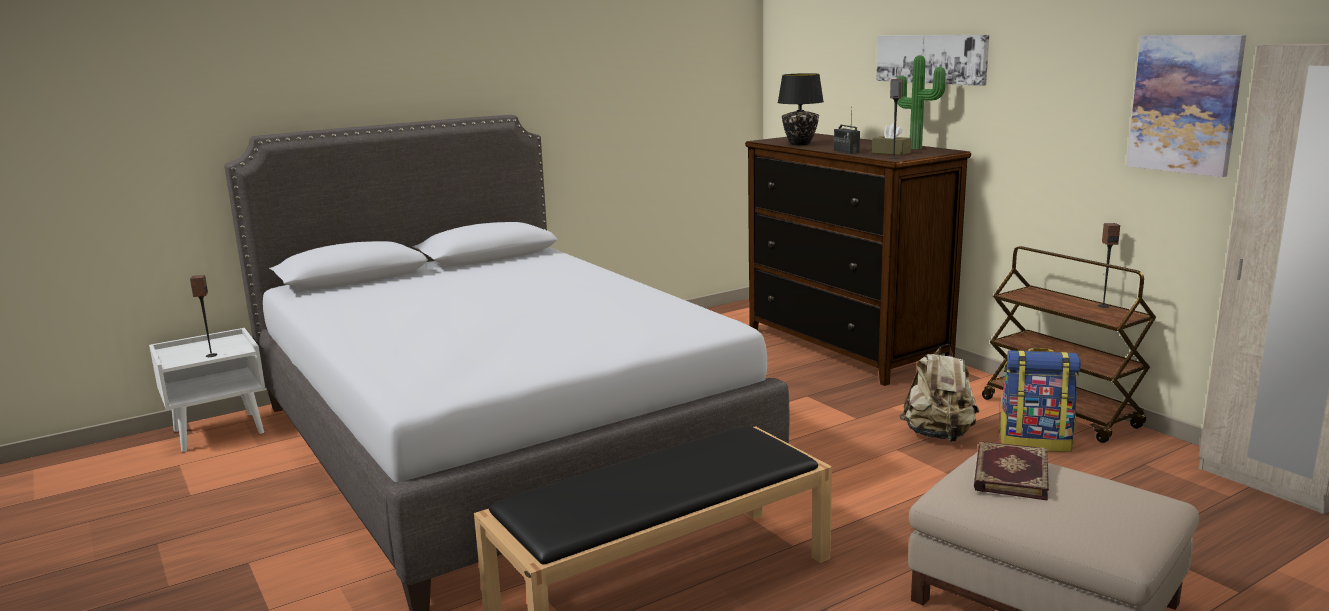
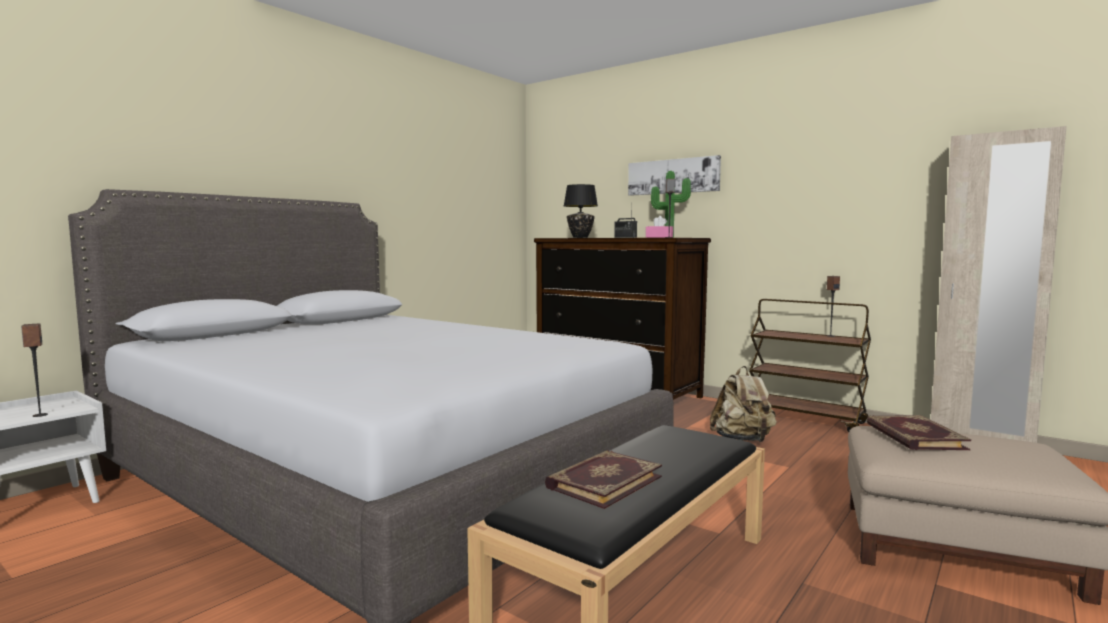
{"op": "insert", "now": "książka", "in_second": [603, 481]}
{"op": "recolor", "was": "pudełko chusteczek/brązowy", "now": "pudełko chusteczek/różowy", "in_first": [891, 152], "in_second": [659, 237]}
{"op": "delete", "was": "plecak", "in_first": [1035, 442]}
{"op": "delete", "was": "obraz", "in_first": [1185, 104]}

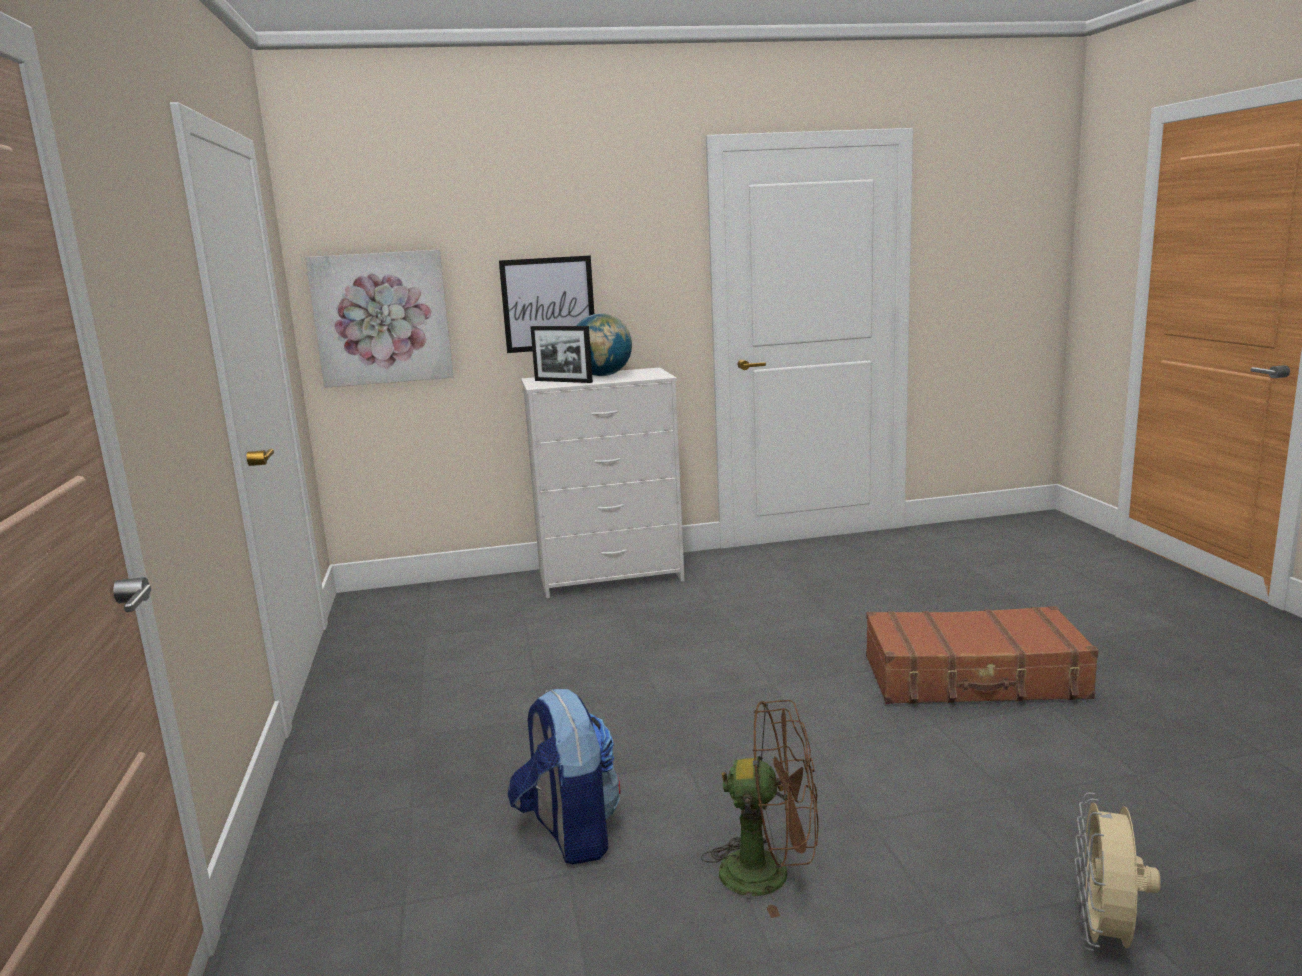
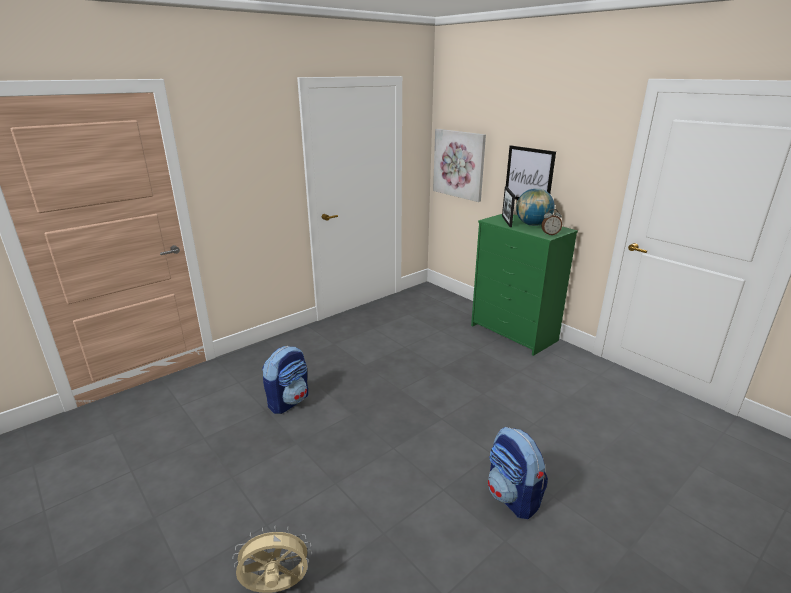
{"op": "recolor", "was": "komoda/biały", "now": "komoda/zielony", "in_first": [611, 576], "in_second": [514, 333]}
{"op": "replace", "was": "walizka/brązowy", "now": "plecak", "in_first": [974, 678], "in_second": [513, 497]}
{"op": "insert", "now": "budzik", "in_second": [550, 234]}
{"op": "delete", "was": "wentylator/brązowy", "in_first": [770, 873]}

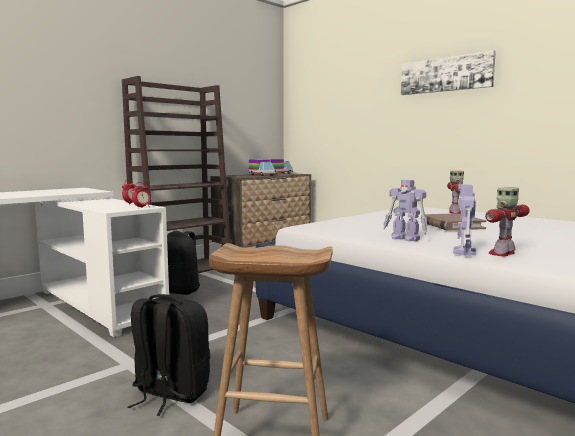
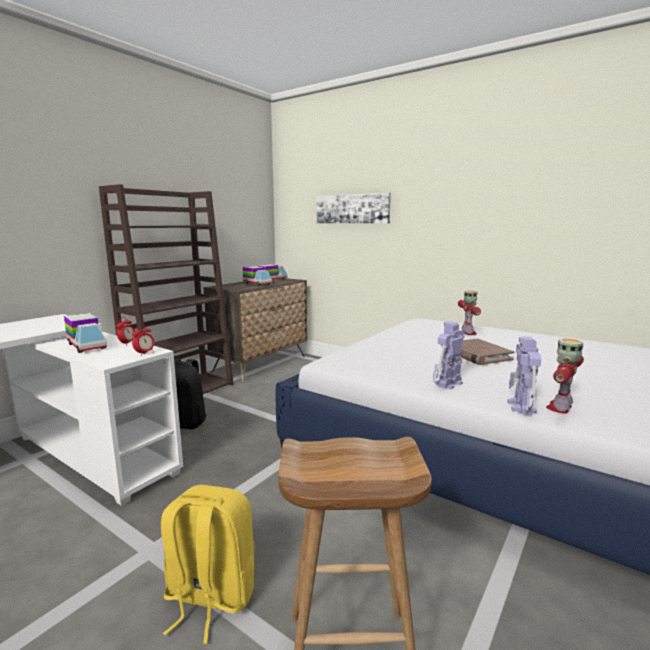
{"op": "insert", "now": "ciężarówka zabawkowa", "in_second": [86, 345]}
{"op": "recolor", "was": "plecak/czarny", "now": "plecak/żółty", "in_first": [169, 393], "in_second": [209, 597]}
{"op": "move", "was": "obraz", "in_first": [445, 74], "in_second": [352, 209]}
{"op": "rotate", "was": "robot zabawkowy", "in_first": [405, 239], "in_second": [448, 383], "clockwise": 105}

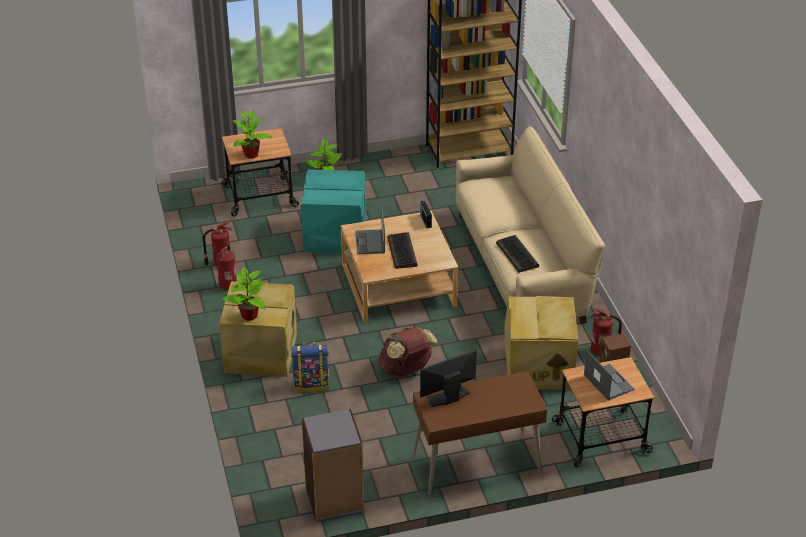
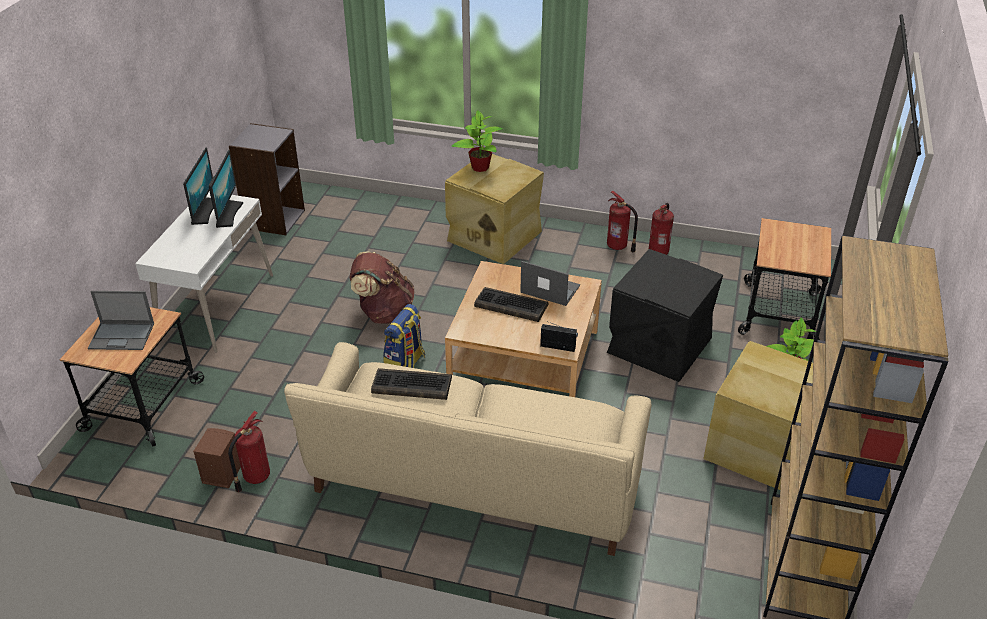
{"op": "recolor", "was": "biurko/brązowy", "now": "biurko/biały", "in_first": [476, 464], "in_second": [216, 307]}
{"op": "insert", "now": "monitor", "in_second": [204, 211]}
{"op": "move", "was": "plecak", "in_first": [311, 384], "in_second": [405, 365]}
{"op": "recolor", "was": "pojemnik do przechowywania/turkusowy", "now": "pojemnik do przechowywania/czarny", "in_first": [335, 235], "in_second": [658, 345]}
{"op": "move", "was": "pojemnik do przechowywania/beżowy", "in_first": [537, 368], "in_second": [760, 446]}
{"op": "delete", "was": "roślina doniczkowa", "in_first": [251, 155]}

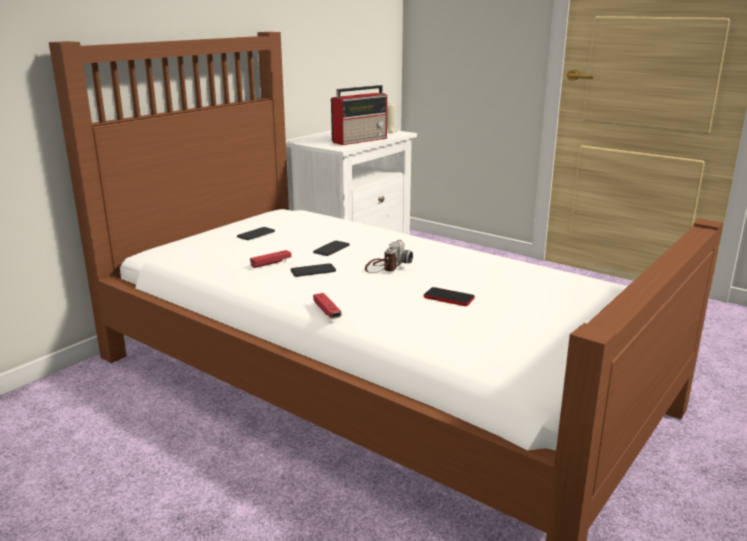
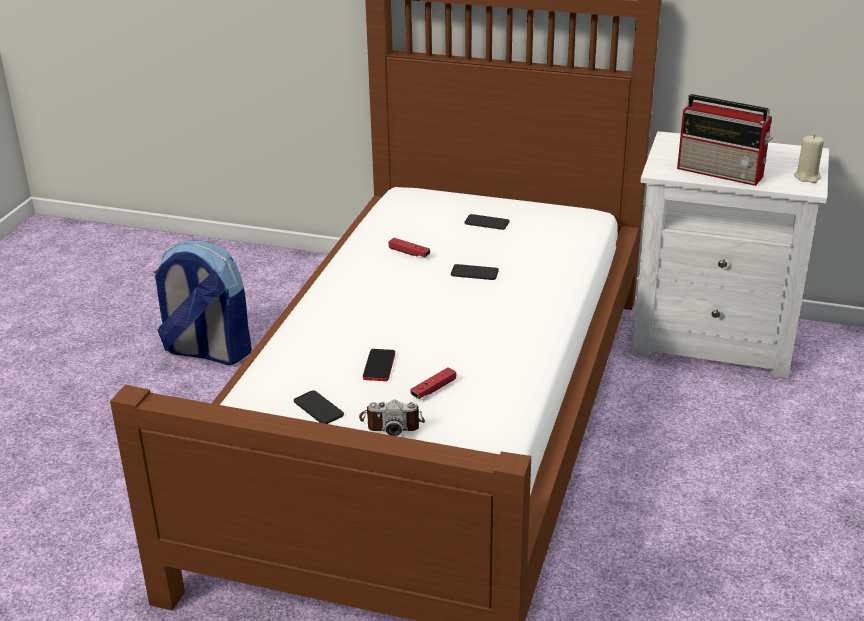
{"op": "insert", "now": "plecak", "in_second": [207, 351]}
{"op": "move", "was": "telefon", "in_first": [313, 271], "in_second": [318, 408]}
{"op": "move", "was": "aparat fotograficzny", "in_first": [386, 266], "in_second": [392, 422]}
{"op": "move", "was": "pad do gier/czerwony", "in_first": [327, 311], "in_second": [433, 389]}

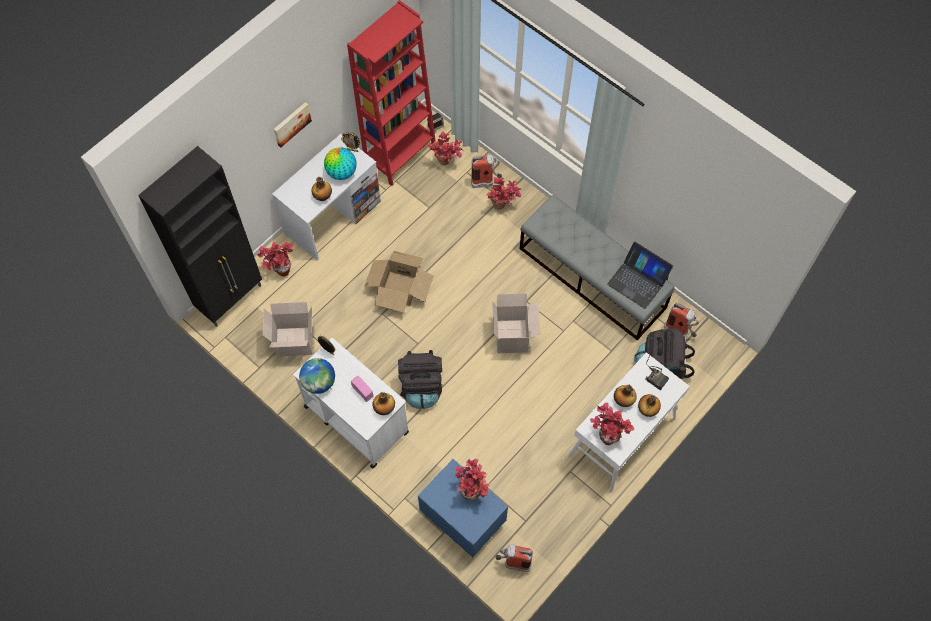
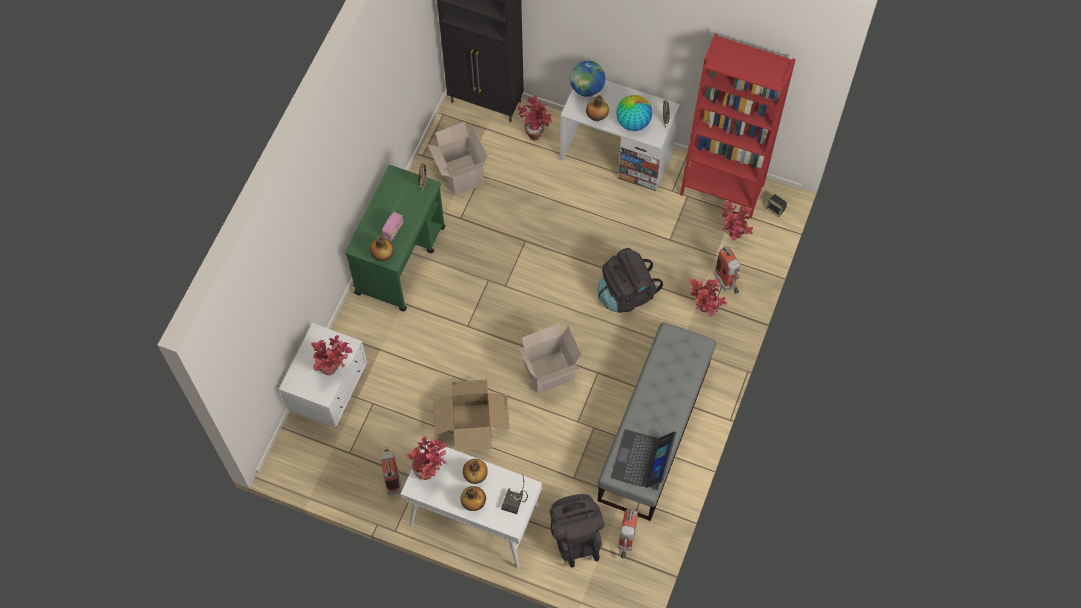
{"op": "recolor", "was": "szafka nocna/niebieski", "now": "szafka nocna/biały", "in_first": [462, 520], "in_second": [330, 393]}
{"op": "recolor", "was": "wózek/biały", "now": "wózek/zielony", "in_first": [355, 419], "in_second": [401, 259]}
{"op": "move", "was": "gaśnica", "in_first": [512, 563], "in_second": [392, 477]}
{"op": "move", "was": "karton", "in_first": [399, 288], "in_second": [472, 421]}
{"op": "move", "was": "globus", "in_first": [319, 382], "in_second": [587, 88]}
{"op": "move", "was": "plecak/czarny", "in_first": [421, 386], "in_second": [626, 294]}
{"op": "delete", "was": "obraz", "in_first": [291, 123]}

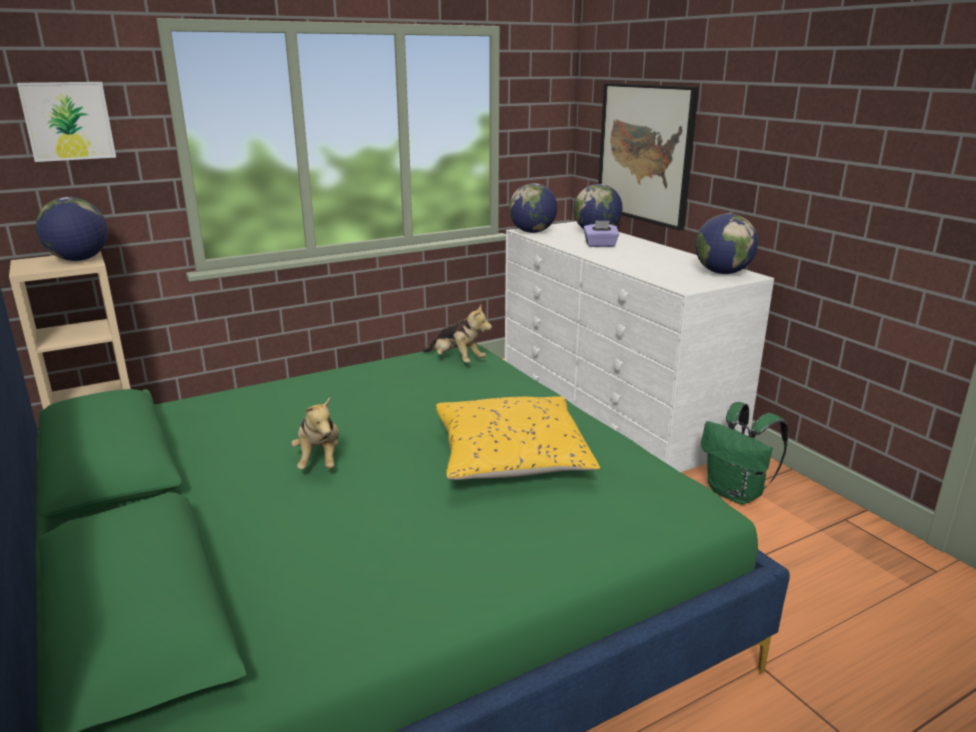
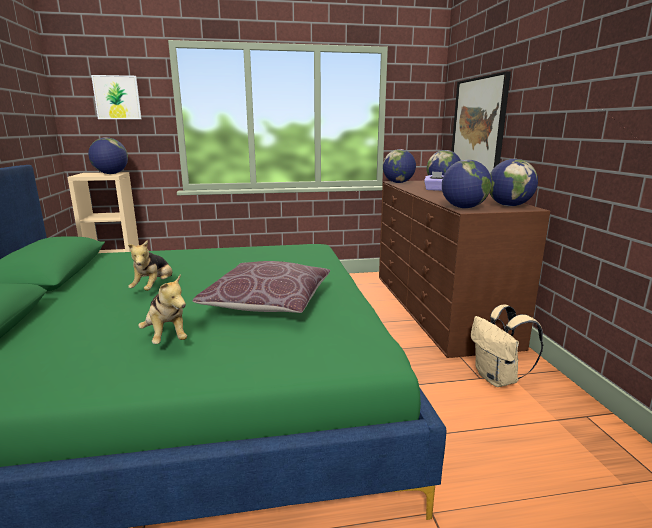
{"op": "move", "was": "pluszak", "in_first": [456, 361], "in_second": [166, 337]}
{"op": "recolor", "was": "poduszka/żółty", "now": "poduszka/brązowy", "in_first": [511, 458], "in_second": [268, 303]}
{"op": "recolor", "was": "komoda/biały", "now": "komoda/brązowy", "in_first": [612, 405], "in_second": [439, 307]}
{"op": "insert", "now": "globus", "in_second": [463, 208]}
{"op": "recolor", "was": "plecak/zielony", "now": "plecak/beżowy", "in_first": [736, 493], "in_second": [498, 379]}

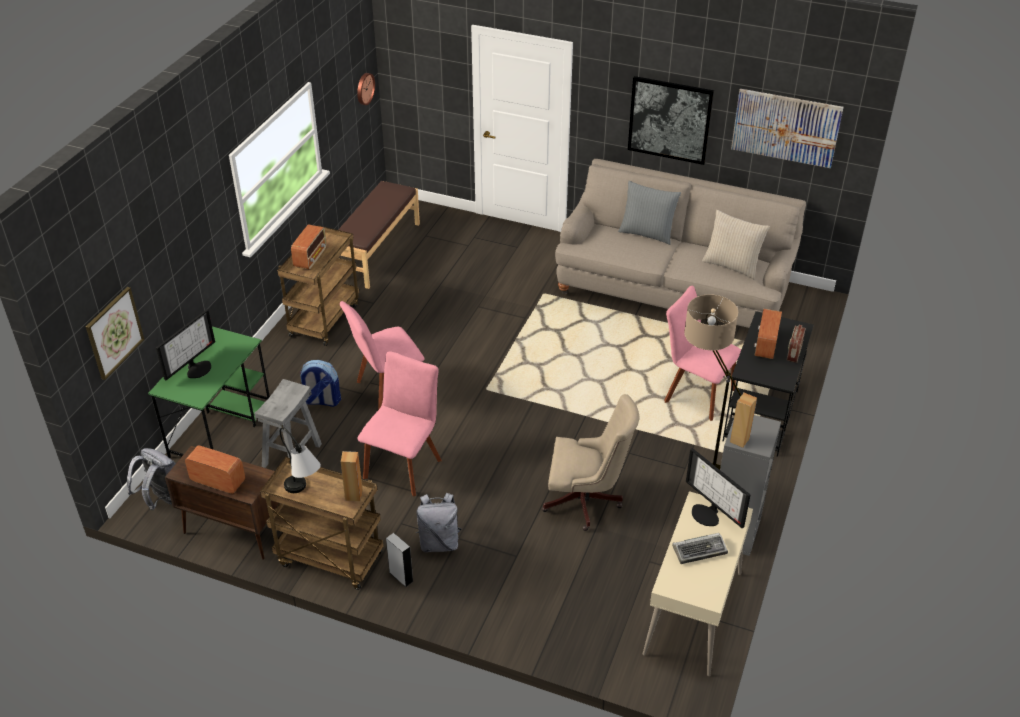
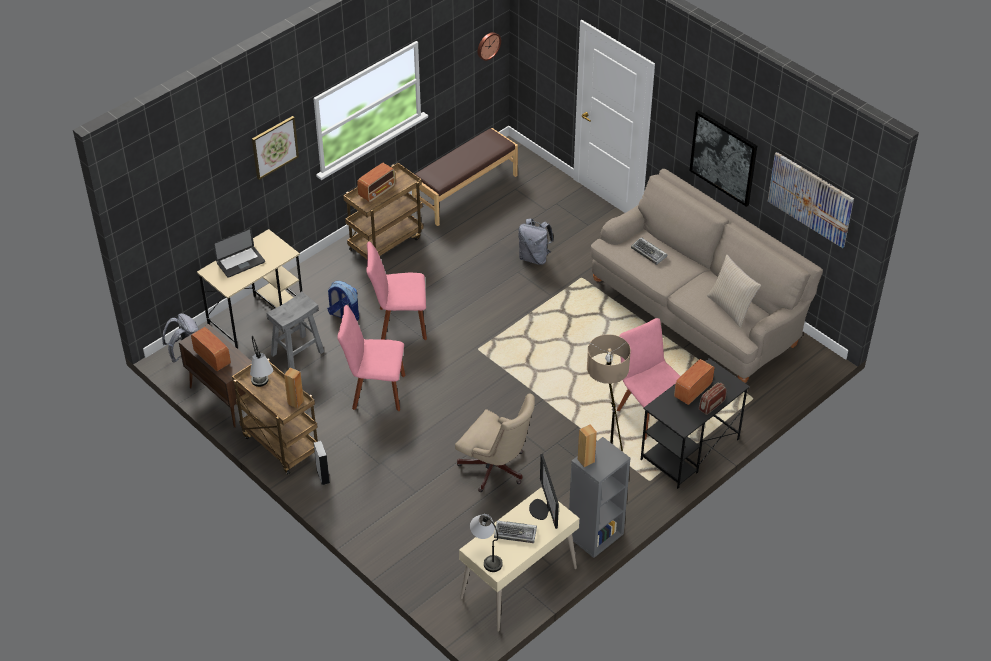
{"op": "recolor", "was": "biurko/zielony", "now": "biurko/beżowy", "in_first": [221, 430], "in_second": [256, 315]}
{"op": "replace", "was": "monitor", "now": "laptop", "in_first": [197, 368], "in_second": [240, 262]}
{"op": "move", "was": "obraz", "in_first": [114, 332], "in_second": [274, 147]}
{"op": "rotate", "was": "krzesło/różowy", "in_first": [404, 466], "in_second": [375, 391], "clockwise": -135}
{"op": "insert", "now": "lampa stołowa", "in_second": [487, 555]}
{"op": "move", "was": "plecak/szary", "in_first": [439, 542], "in_second": [534, 257]}
{"op": "insert", "now": "klawiatura", "in_second": [649, 253]}
{"op": "delete", "was": "poduszka/szary", "in_first": [647, 233]}

